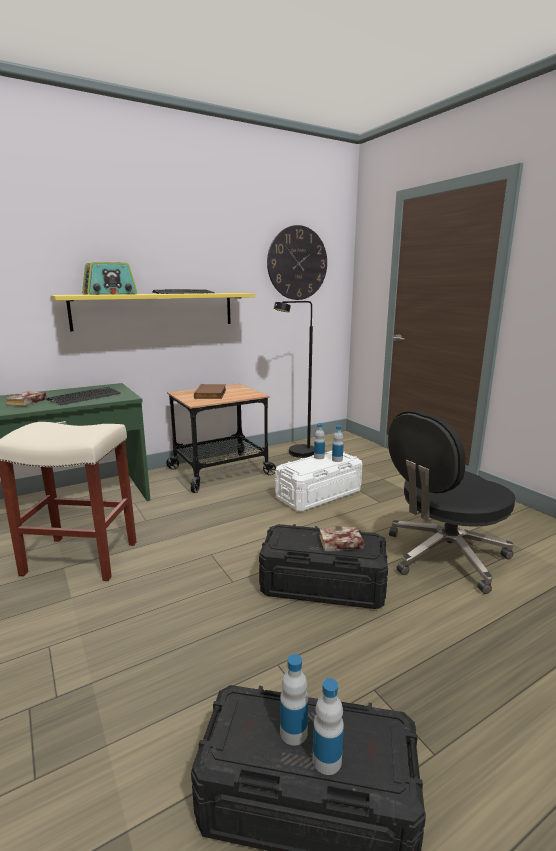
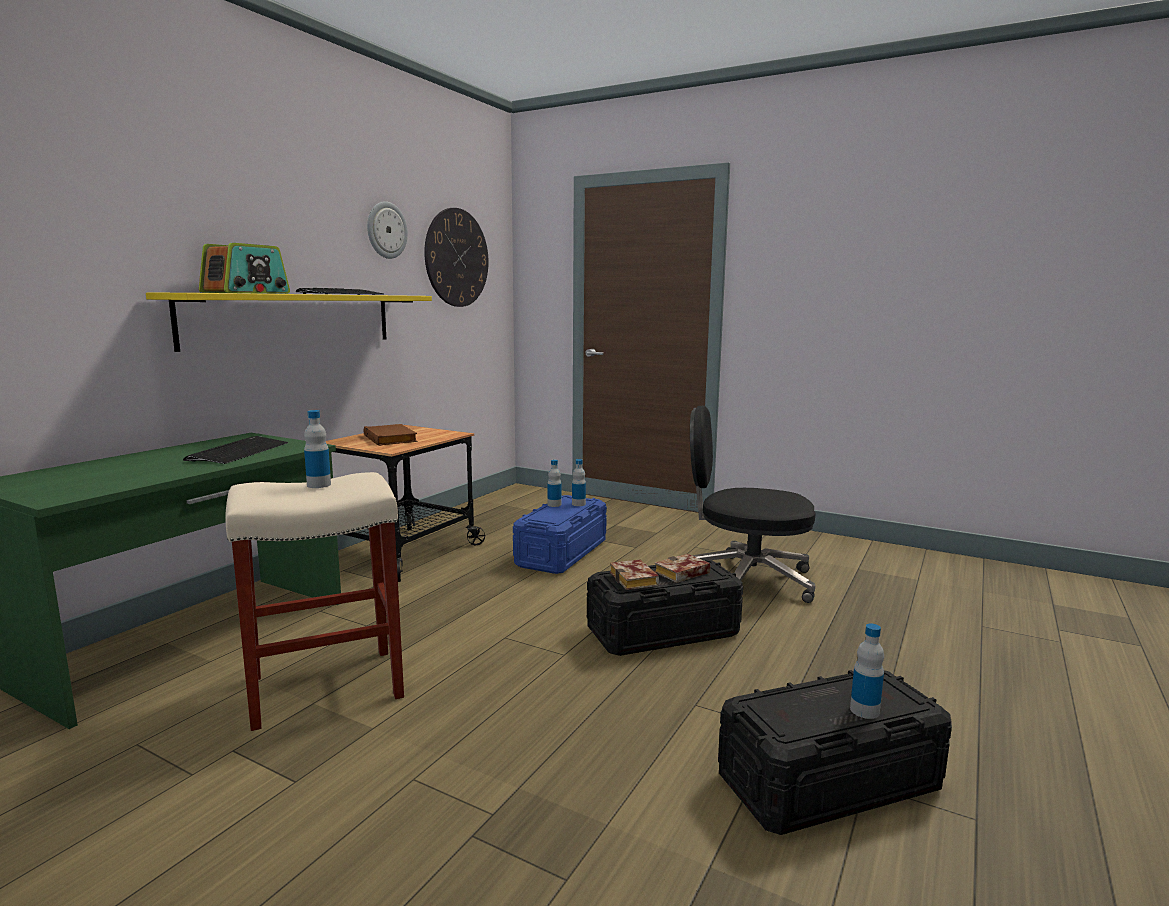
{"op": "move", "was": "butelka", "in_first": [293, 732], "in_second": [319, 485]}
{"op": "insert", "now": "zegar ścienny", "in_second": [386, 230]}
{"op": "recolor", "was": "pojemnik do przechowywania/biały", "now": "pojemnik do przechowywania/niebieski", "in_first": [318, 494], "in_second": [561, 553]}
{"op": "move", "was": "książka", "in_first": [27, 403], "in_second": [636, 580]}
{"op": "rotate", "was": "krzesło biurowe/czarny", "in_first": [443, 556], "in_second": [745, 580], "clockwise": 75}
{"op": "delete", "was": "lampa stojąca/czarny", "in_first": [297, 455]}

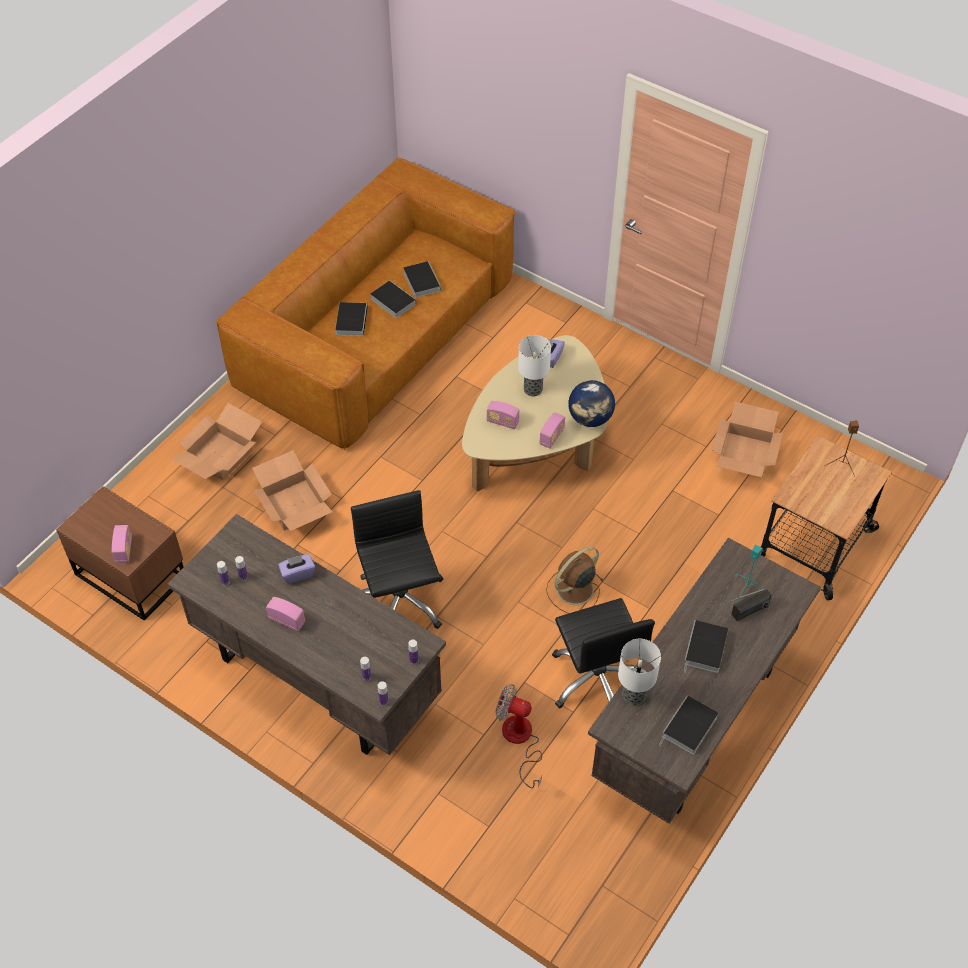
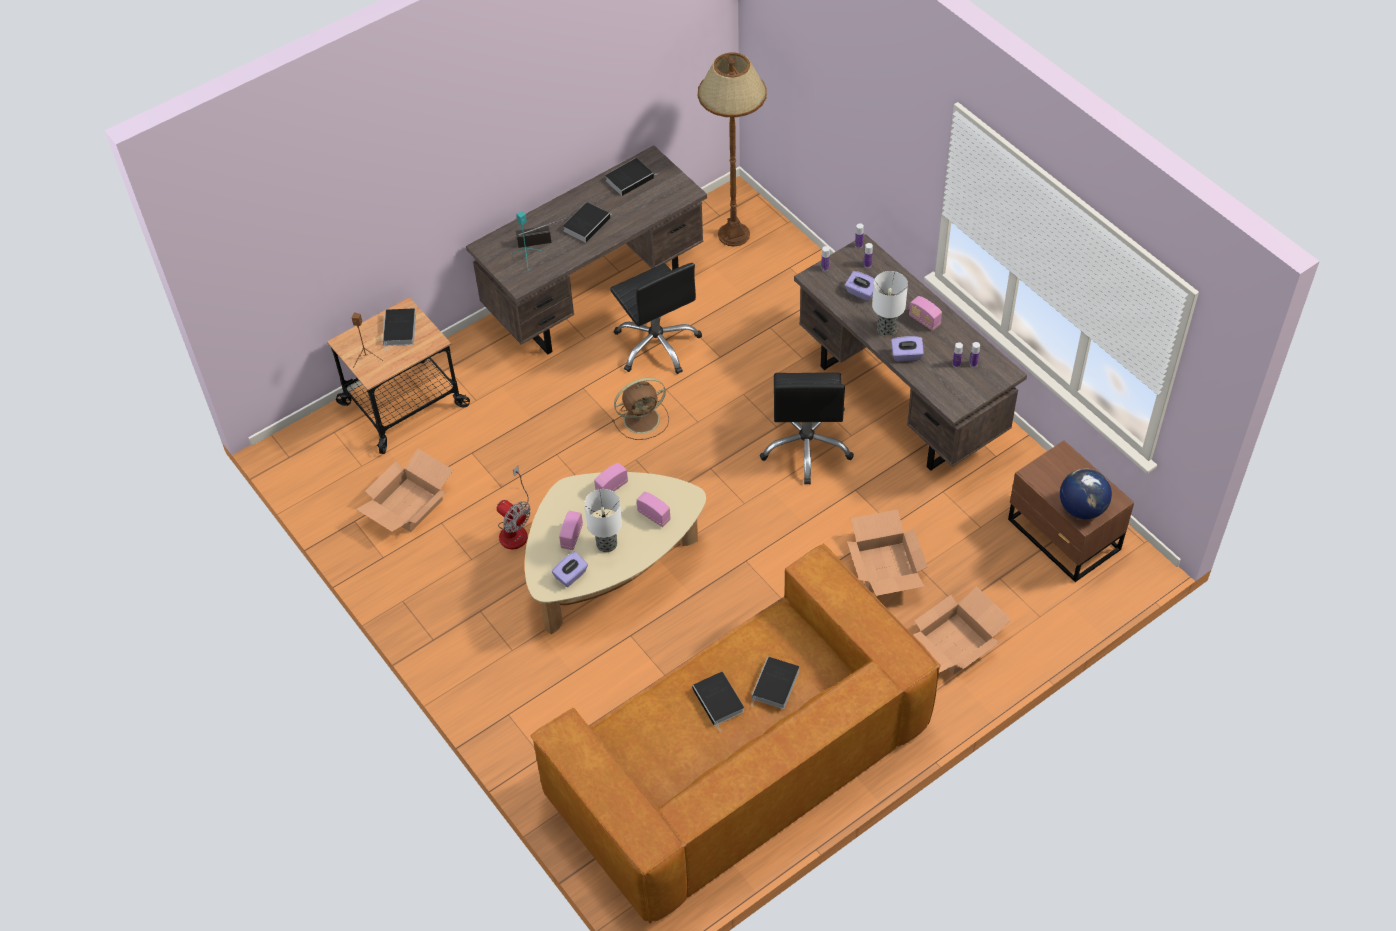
{"op": "move", "was": "książka", "in_first": [421, 280], "in_second": [400, 330]}
{"op": "move", "was": "wentylator", "in_first": [520, 740], "in_second": [514, 528]}
{"op": "move", "was": "radio", "in_first": [124, 550], "in_second": [571, 536]}
{"op": "rotate", "was": "krzesło biurowe/czarny", "in_first": [597, 679], "in_second": [657, 344], "clockwise": 150}
{"op": "insert", "now": "lampa stojąca/brązowy", "in_second": [734, 234]}
{"op": "insert", "now": "pudełko chusteczek/fioletowy", "in_second": [861, 293]}
{"op": "move", "was": "lampa stołowa", "in_first": [634, 694], "in_second": [886, 328]}
{"op": "move", "was": "globus", "in_first": [590, 418], "in_second": [1082, 508]}

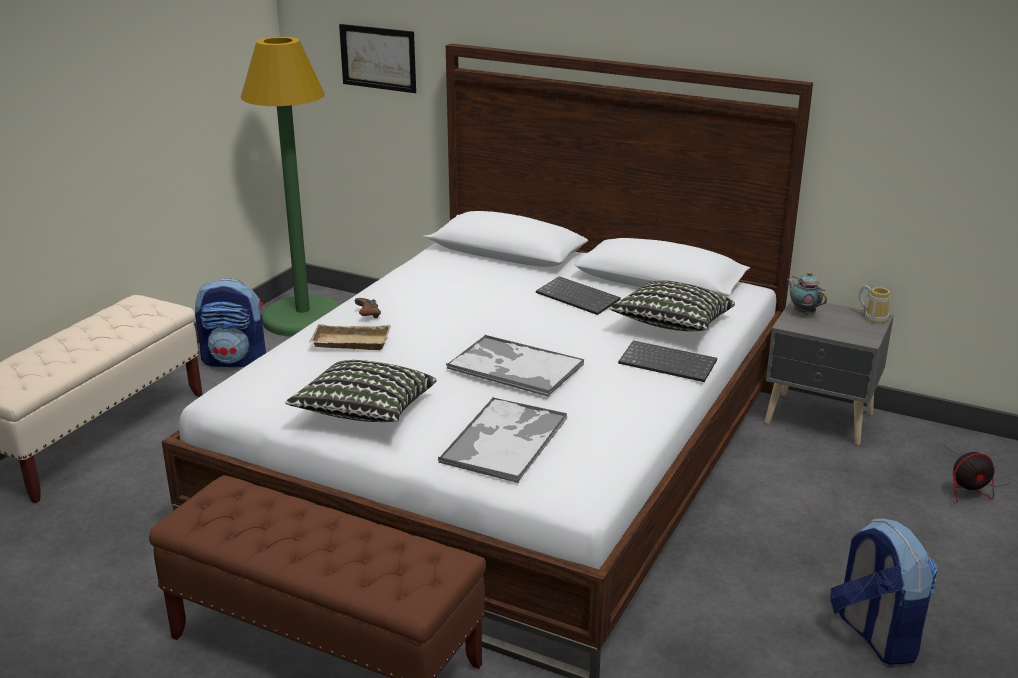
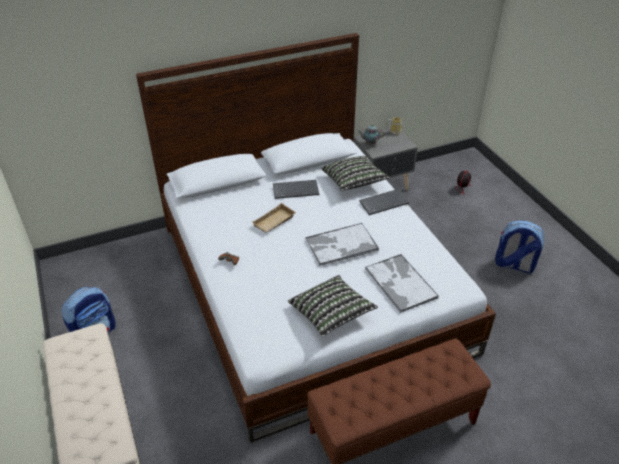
{"op": "move", "was": "taca/beżowy", "in_first": [349, 343], "in_second": [274, 222]}
{"op": "delete", "was": "lampa stojąca/zielony", "in_first": [303, 318]}
{"op": "delete", "was": "obraz", "in_first": [378, 58]}

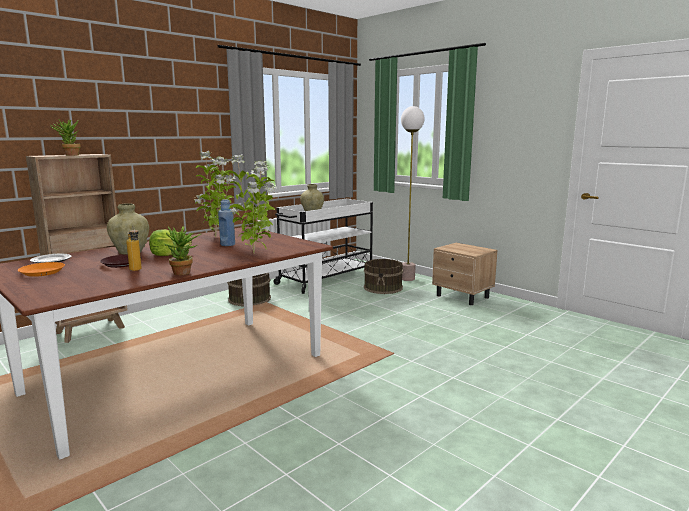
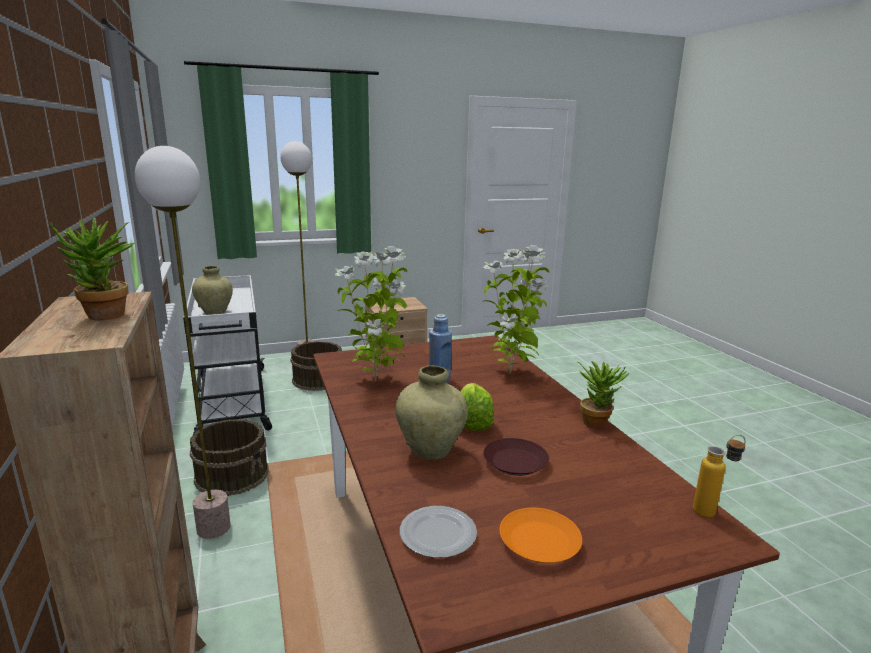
{"op": "insert", "now": "lampa stojąca", "in_second": [213, 528]}
{"op": "move", "was": "butelka", "in_first": [136, 270], "in_second": [712, 511]}

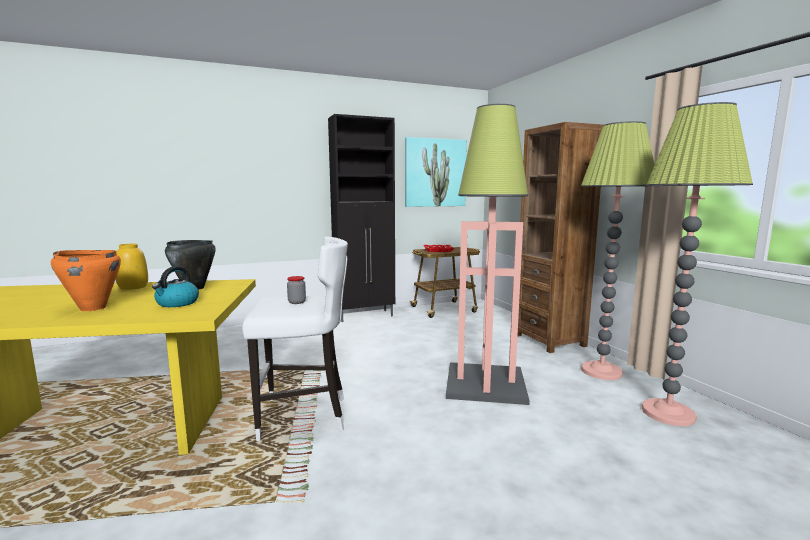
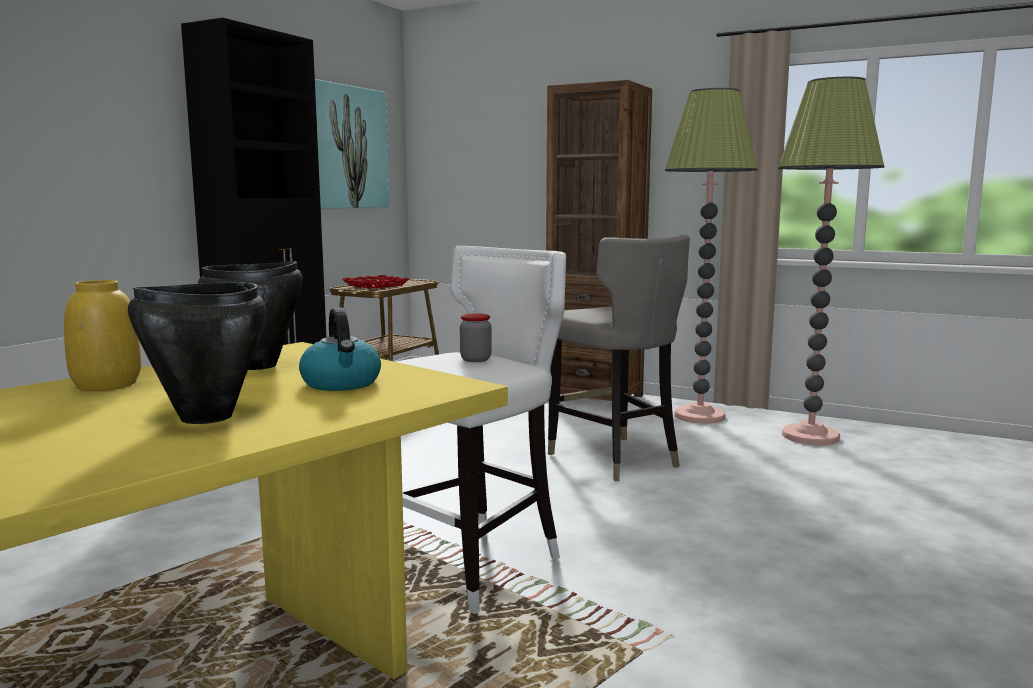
{"op": "recolor", "was": "garnek/pomarańczowy", "now": "garnek/czarny", "in_first": [93, 308], "in_second": [205, 417]}
{"op": "replace", "was": "lampa stojąca", "now": "stołek/szary", "in_first": [484, 384], "in_second": [615, 459]}

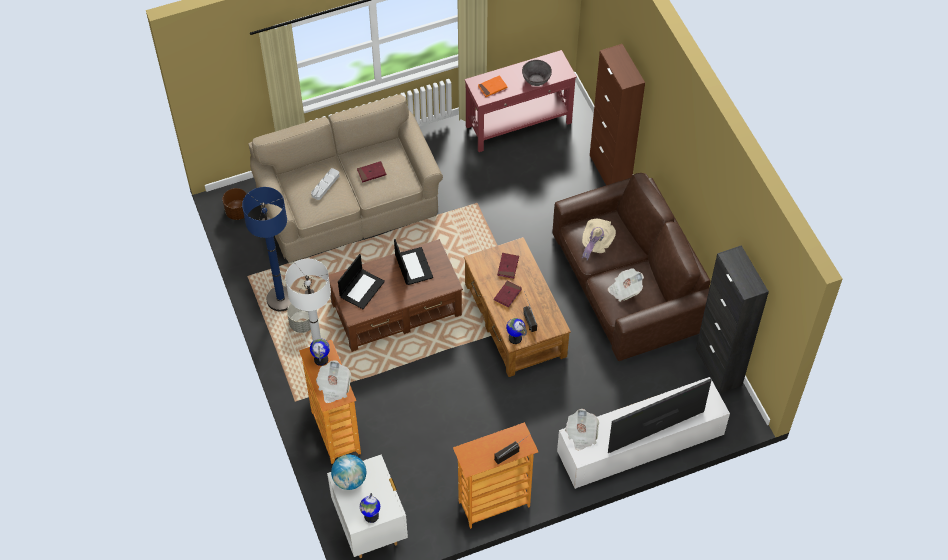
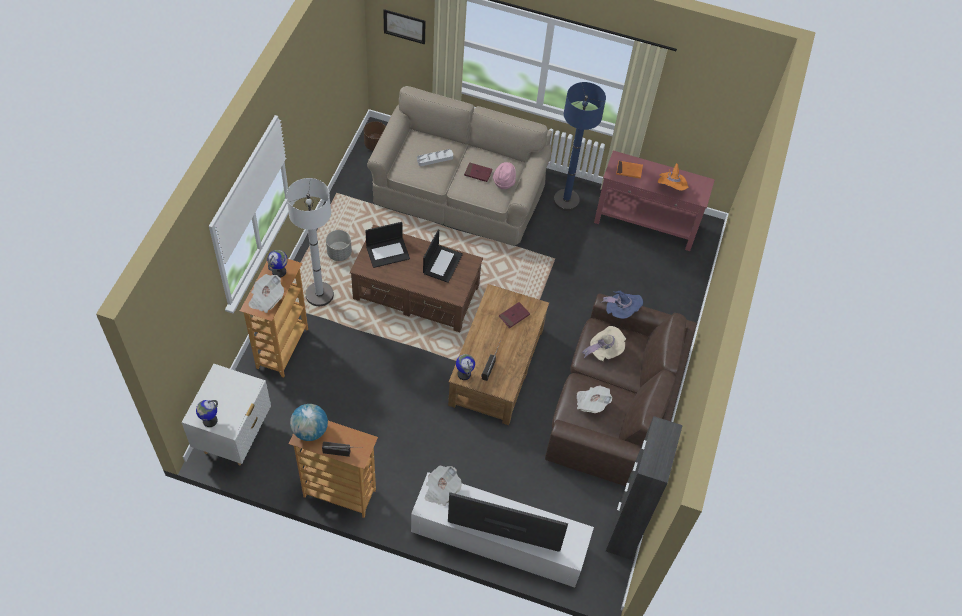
{"op": "move", "was": "globus", "in_first": [350, 480], "in_second": [310, 430]}
{"op": "insert", "now": "obraz", "in_second": [404, 26]}
{"op": "insert", "now": "kapelusz/różowy", "in_second": [504, 182]}
{"op": "move", "was": "lampa stojąca/niebieski", "in_first": [281, 299], "in_second": [566, 200]}
{"op": "insert", "now": "kapelusz/niebieski", "in_second": [621, 311]}
{"op": "replace", "was": "miska/szary", "now": "kapelusz/pomarańczowy", "in_first": [536, 79], "in_second": [670, 188]}
{"op": "delete", "was": "książka/czerwony", "in_first": [507, 295]}
{"op": "delete", "was": "szafka/brązowy", "in_first": [610, 170]}

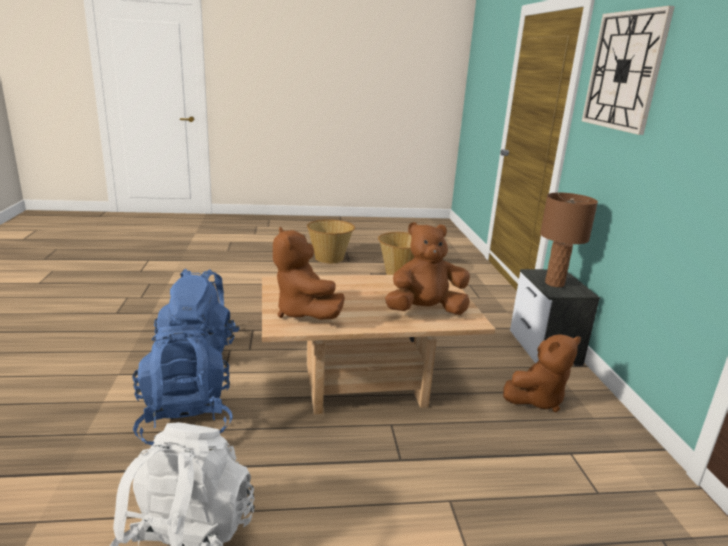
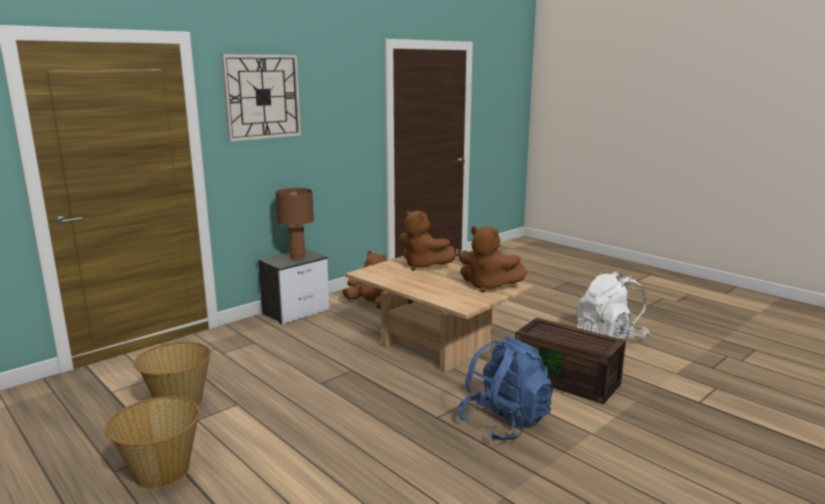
{"op": "rotate", "was": "pluszak/brązowy", "in_first": [304, 313], "in_second": [488, 286], "clockwise": 90}
{"op": "replace", "was": "plecak/niebieski", "now": "pojemnik do przechowywania/brązowy", "in_first": [185, 421], "in_second": [568, 379]}

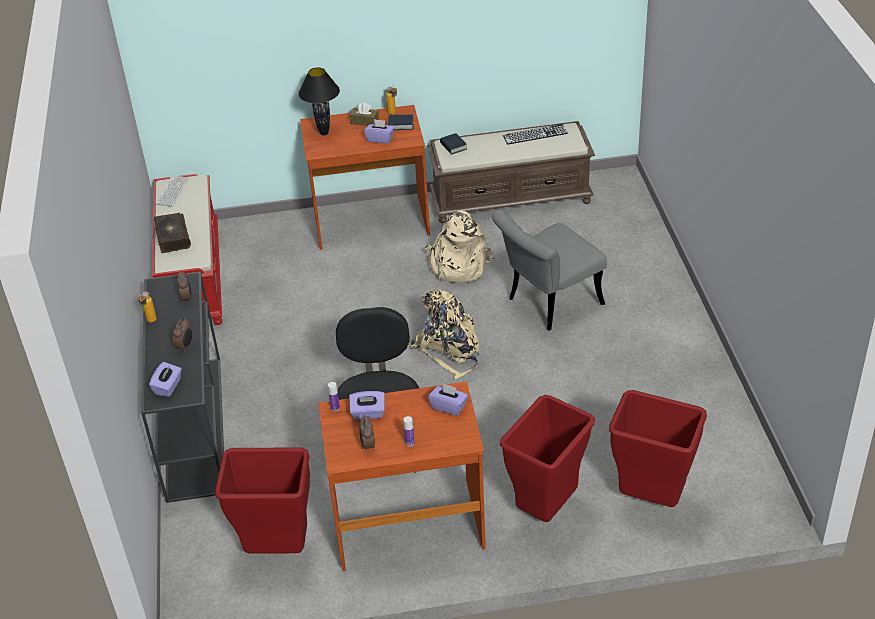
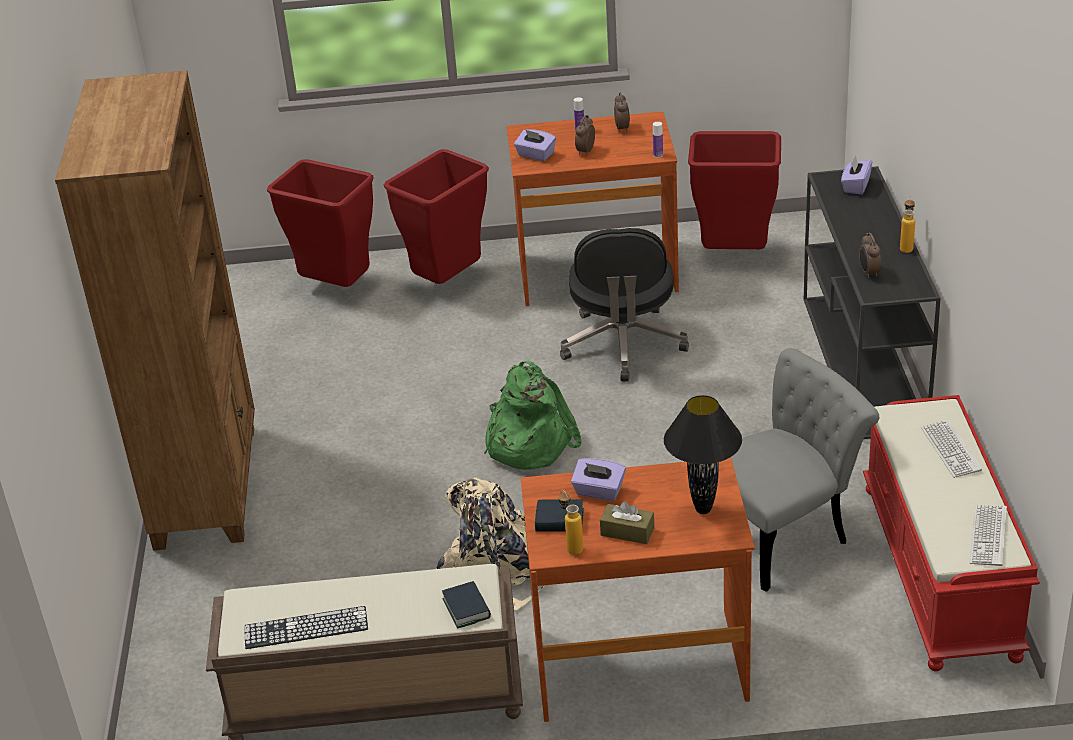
{"op": "insert", "now": "regał/brązowy", "in_second": [208, 486]}
{"op": "recolor", "was": "plecak/beżowy", "now": "plecak/zielony", "in_first": [450, 349], "in_second": [527, 443]}
{"op": "move", "was": "budzik", "in_first": [185, 347], "in_second": [585, 151]}
{"op": "move", "was": "krzesło/szary", "in_first": [548, 303], "in_second": [784, 533]}
{"op": "replace", "was": "książka", "now": "klawiatura", "in_first": [172, 238], "in_second": [950, 450]}
{"op": "delete", "was": "pudełko chusteczek/fioletowy", "in_first": [368, 413]}

